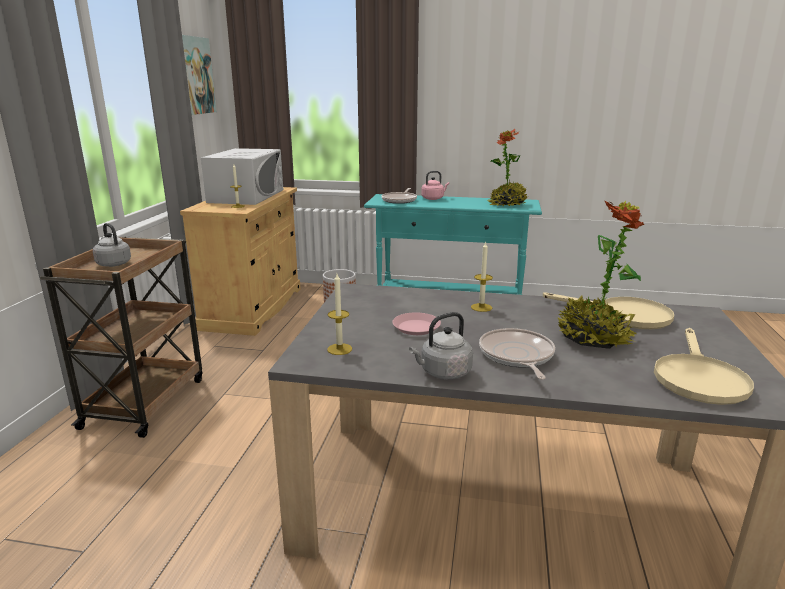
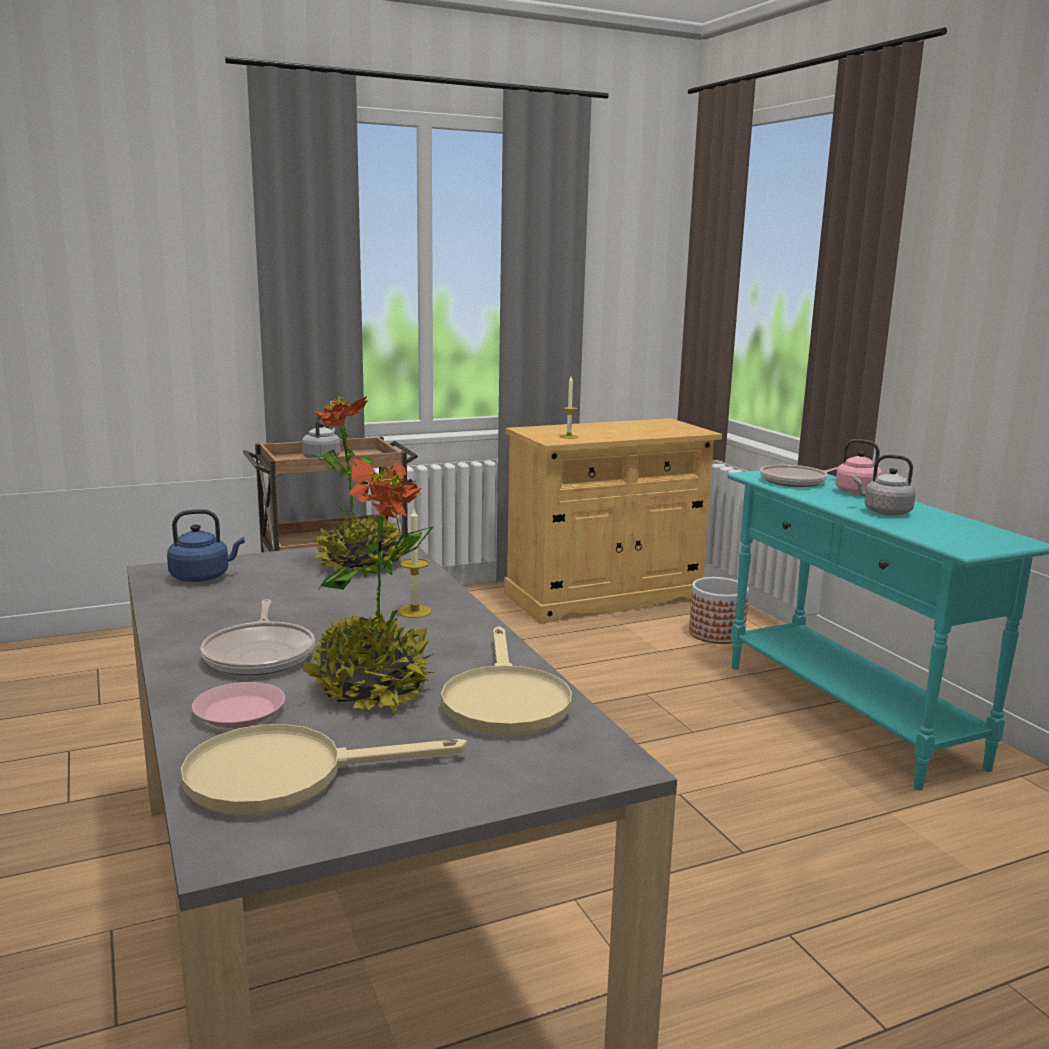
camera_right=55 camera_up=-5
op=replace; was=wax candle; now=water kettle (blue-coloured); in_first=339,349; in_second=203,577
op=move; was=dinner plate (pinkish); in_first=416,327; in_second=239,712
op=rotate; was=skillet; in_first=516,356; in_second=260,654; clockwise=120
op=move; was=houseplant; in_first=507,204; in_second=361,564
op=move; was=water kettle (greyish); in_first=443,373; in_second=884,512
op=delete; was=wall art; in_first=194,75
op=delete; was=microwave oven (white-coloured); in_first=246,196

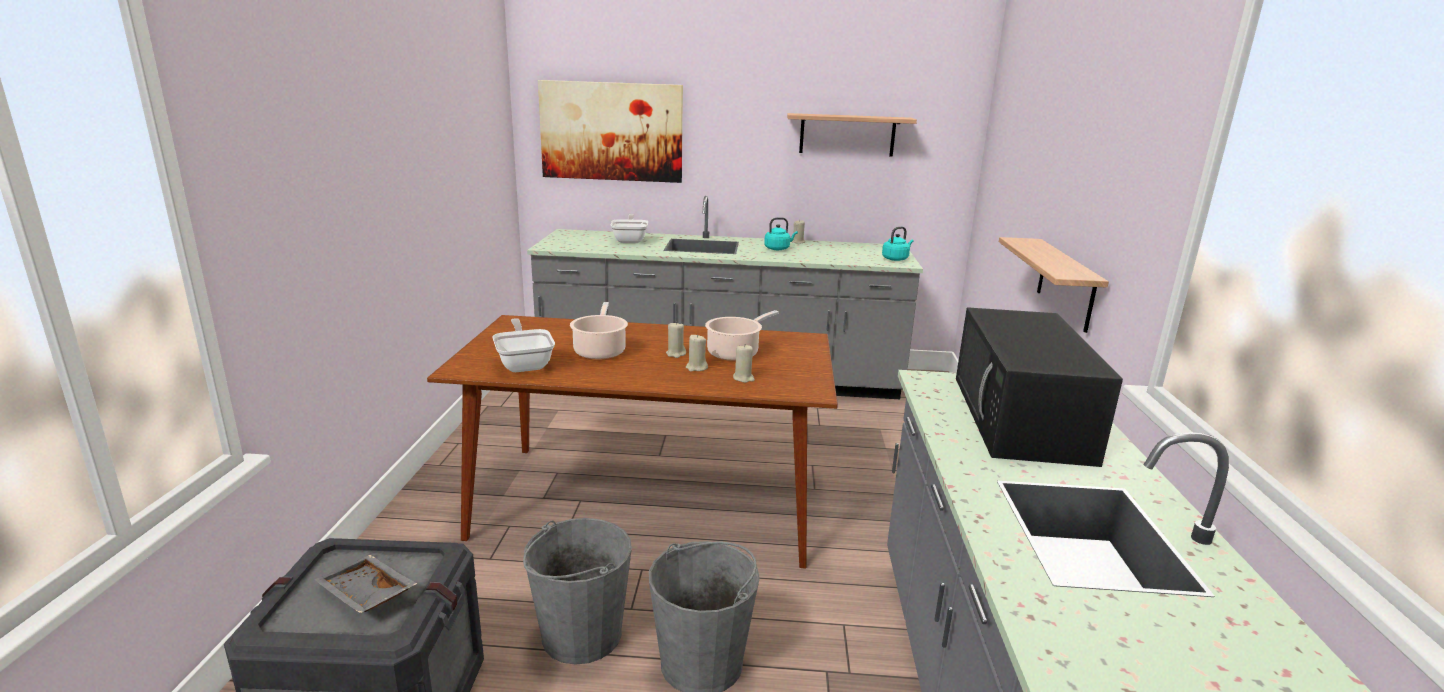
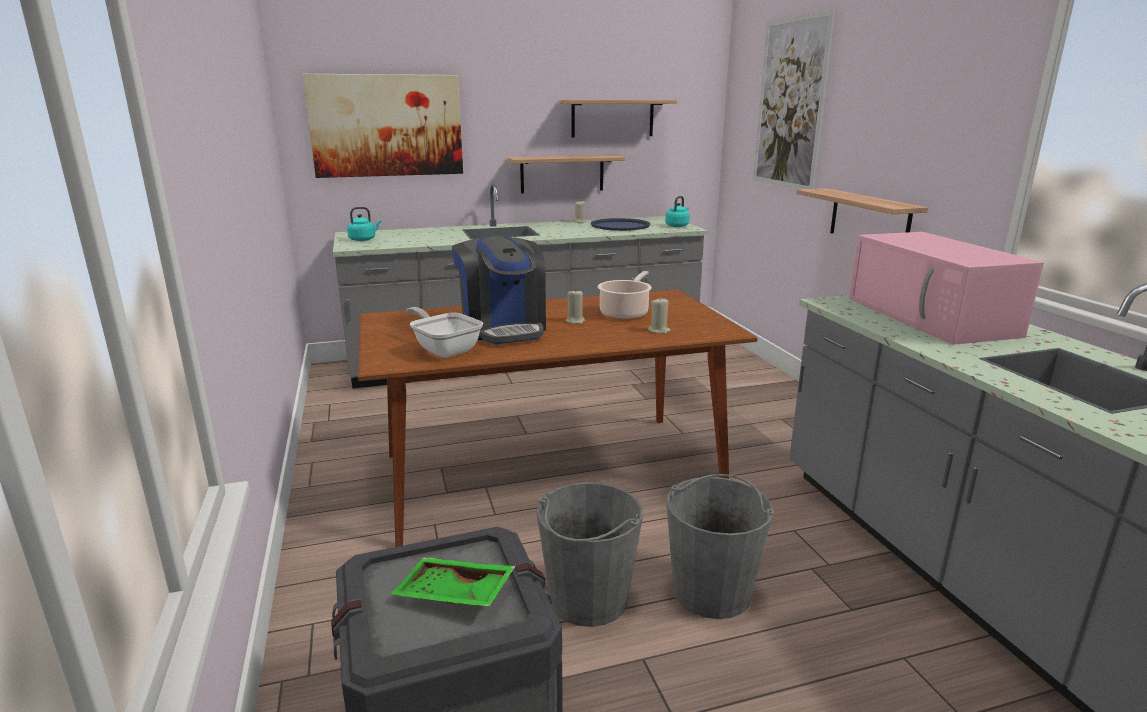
camera_right=-20 camera_up=0
op=move; was=water kettle (turquoise); in_first=778,249; in_second=363,239
op=recolor; was=carrying tray (greyish); now=carrying tray (green); in_first=365,595; in_second=453,595
op=replace; was=stockpot; now=coffee brewer; in_first=600,351; in_second=503,328
op=insert; now=bracket shelf; in_second=562,174
op=insert; now=carrying tray (blue-coloured); in_second=620,226
op=insert; now=wall art; in_second=790,104
op=recolor; was=microwave oven (blackish); now=microwave oven (pinkish); in_first=1021,418; in_second=932,317
op=delete; was=skillet; in_first=630,240
op=delete; was=wax candle (beige); in_first=696,368

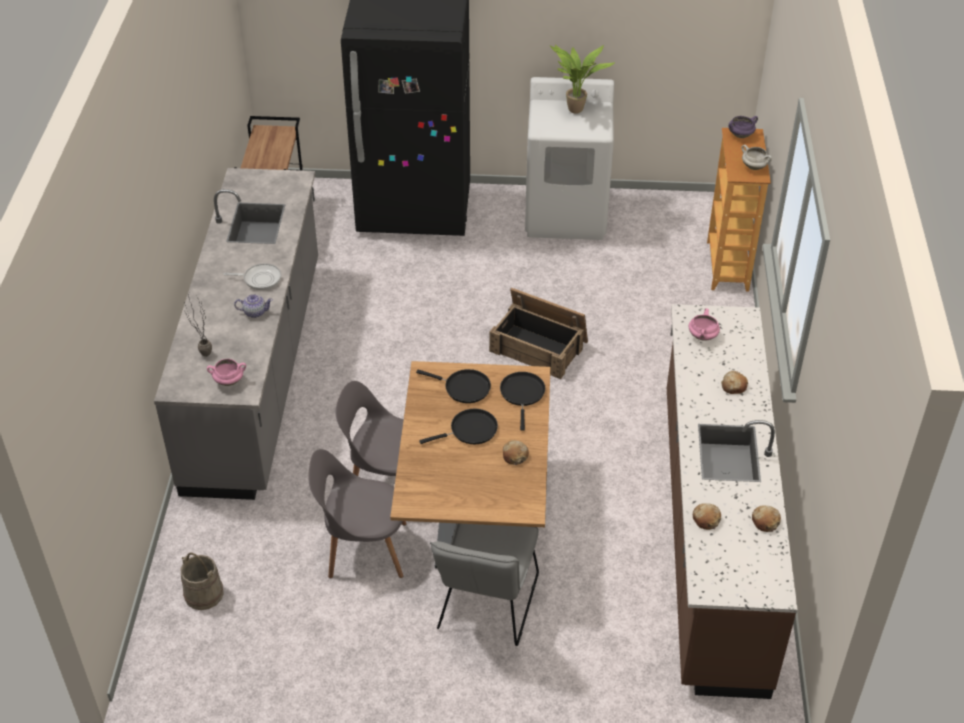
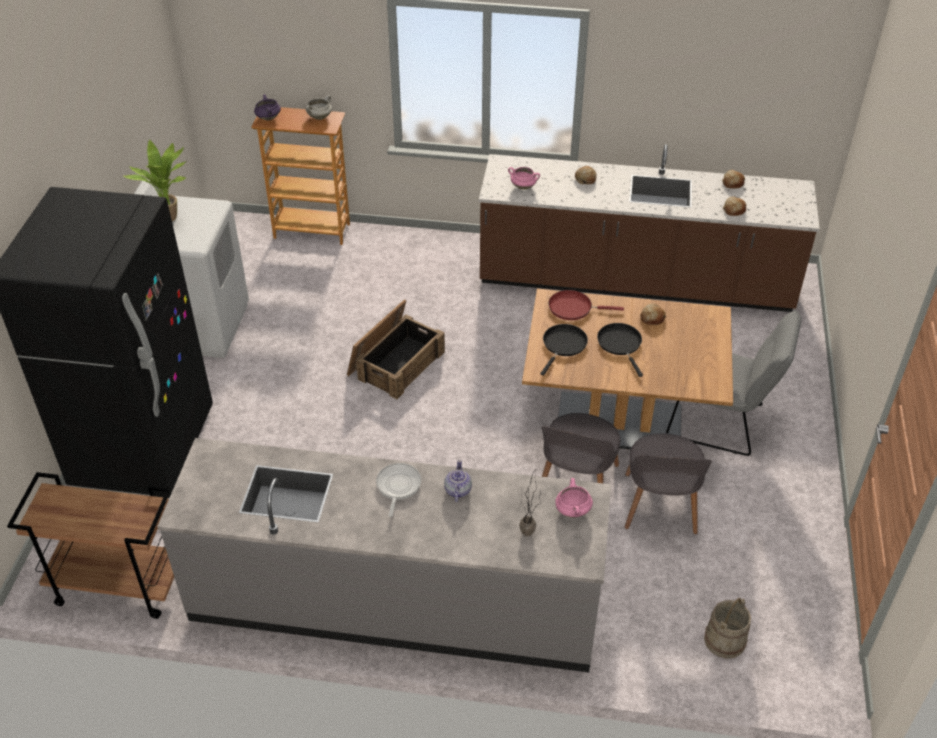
camera_right=-85 camera_up=0
op=recolor; was=skillet (blackish); now=skillet (red-coloured); in_first=522,394; in_second=573,308

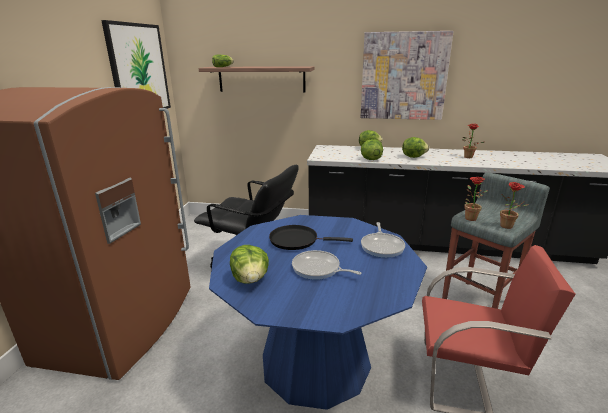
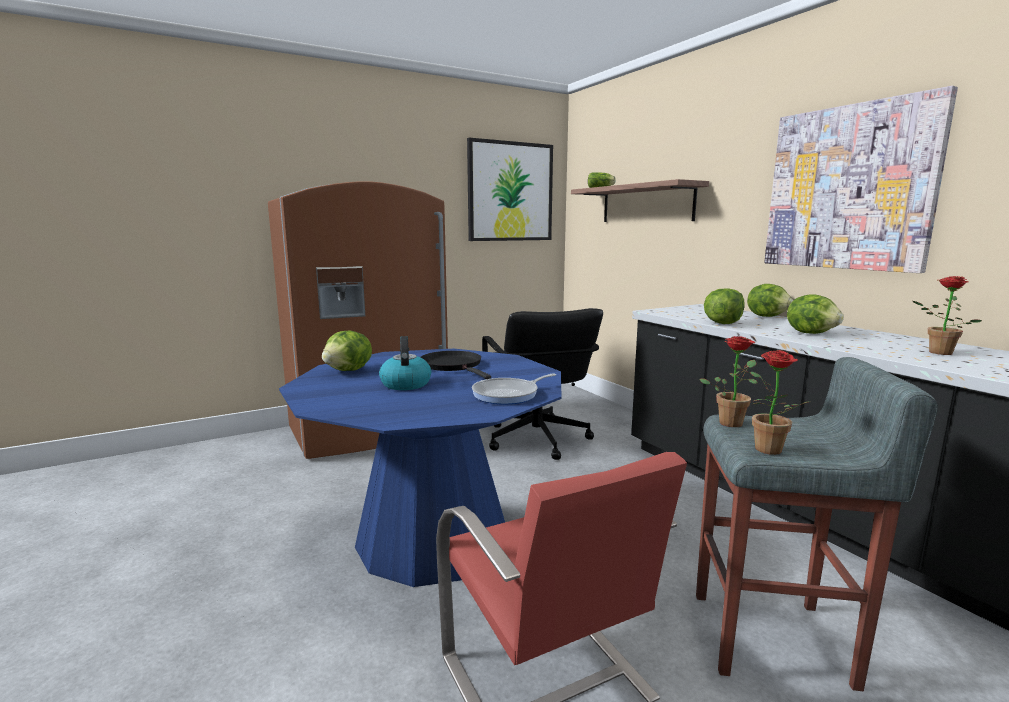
camera_right=50 camera_up=-10
op=replace; was=skillet; now=water kettle; in_first=318,269; in_second=405,384

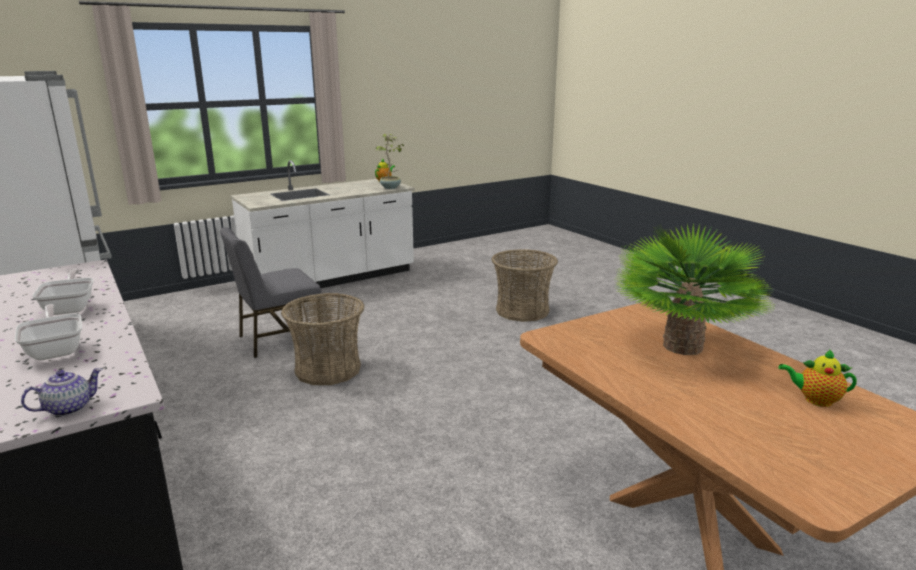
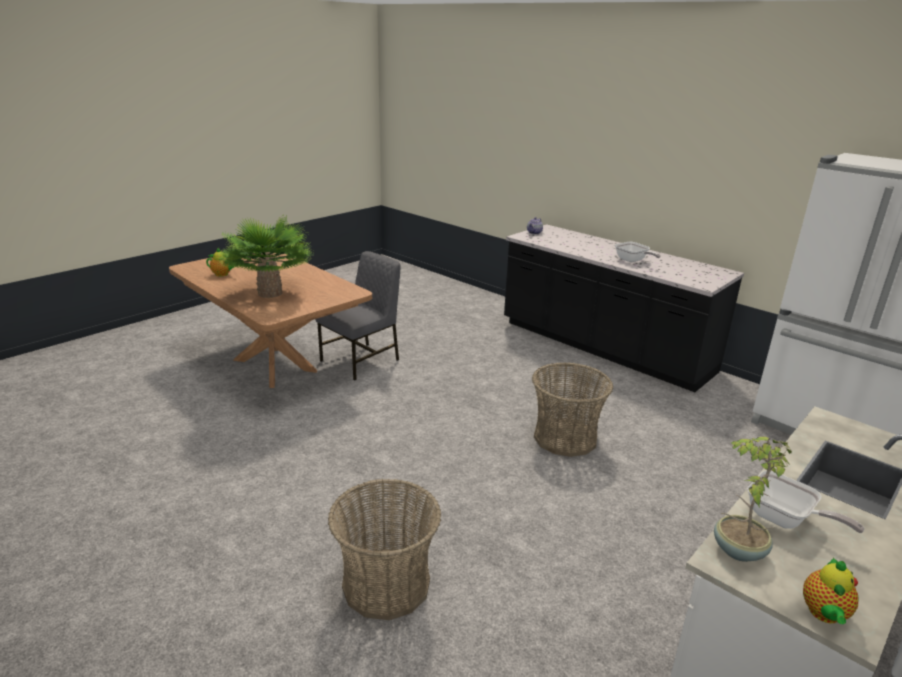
camera_right=165 camera_up=5
op=move; was=upright chair (greyish); in_first=278,339; in_second=362,360
op=move; was=skillet; in_first=56,349; in_second=784,520

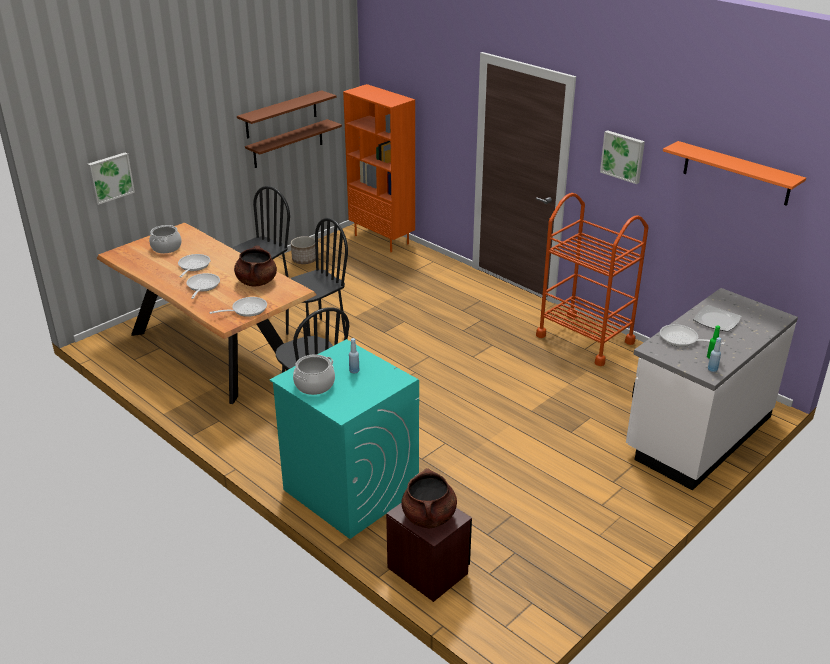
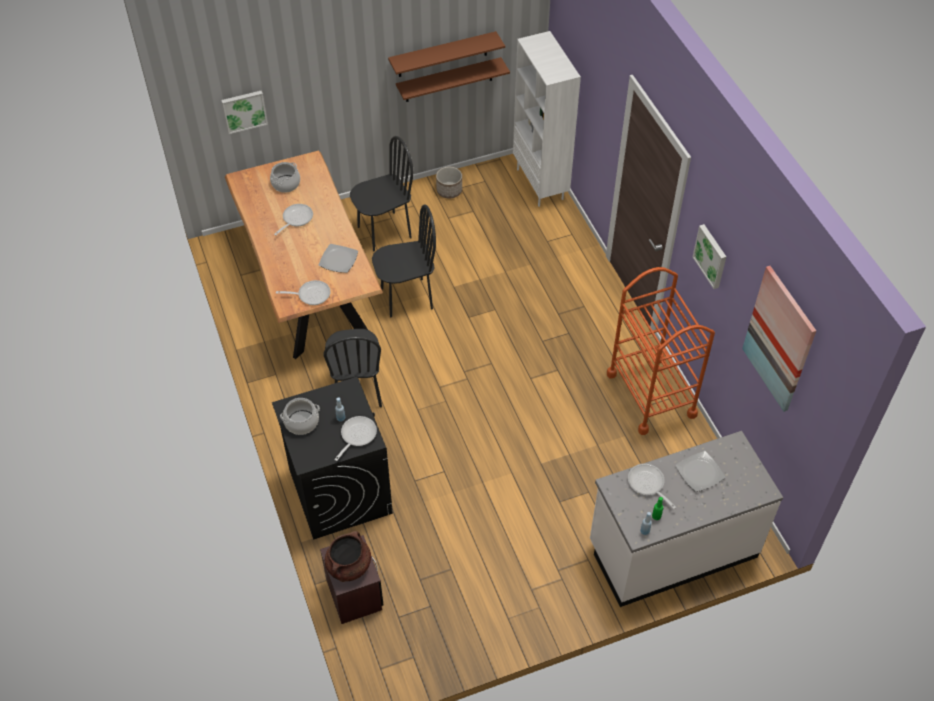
camera_right=25 camera_up=20
op=recolor; was=laundry appliance (turquoise); now=laundry appliance (blackish); in_first=350,490; in_second=339,490
op=replace; was=stockpot (brown-coloured); now=dinner plate; in_first=256,282; in_second=338,259
op=move; was=skillet; in_first=202,286; in_second=356,436
op=recolor; was=bookshelf (orange-coloured); now=bookshelf (white-coloured); in_first=382,239; in_second=541,184
op=replace; was=bracket shelf (orange-coloured); now=wall art; in_first=736,173; in_second=779,339

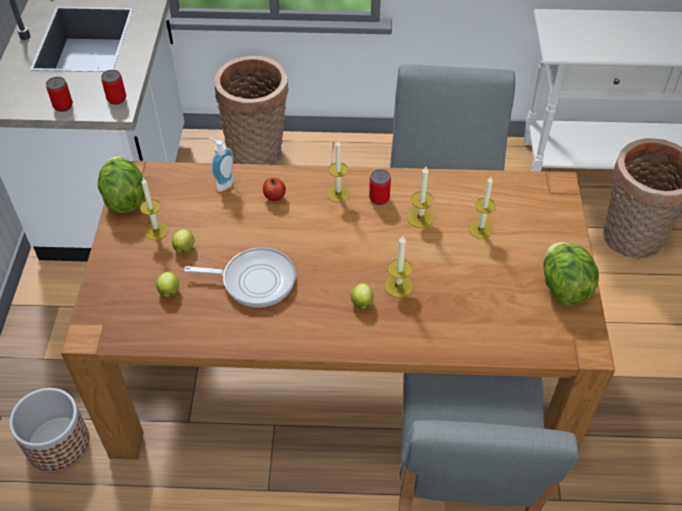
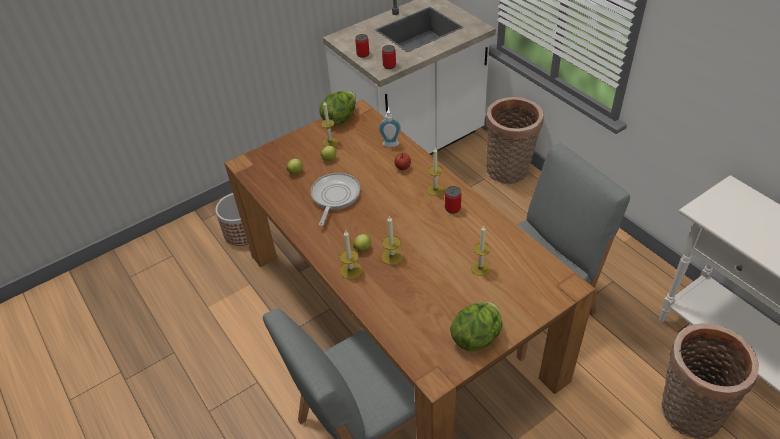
camera_right=55 camera_up=-5
op=rotate; was=skillet; in_first=254,280; in_second=334,197; clockwise=-135
op=move; was=wax candle; in_first=420,217; in_second=351,270

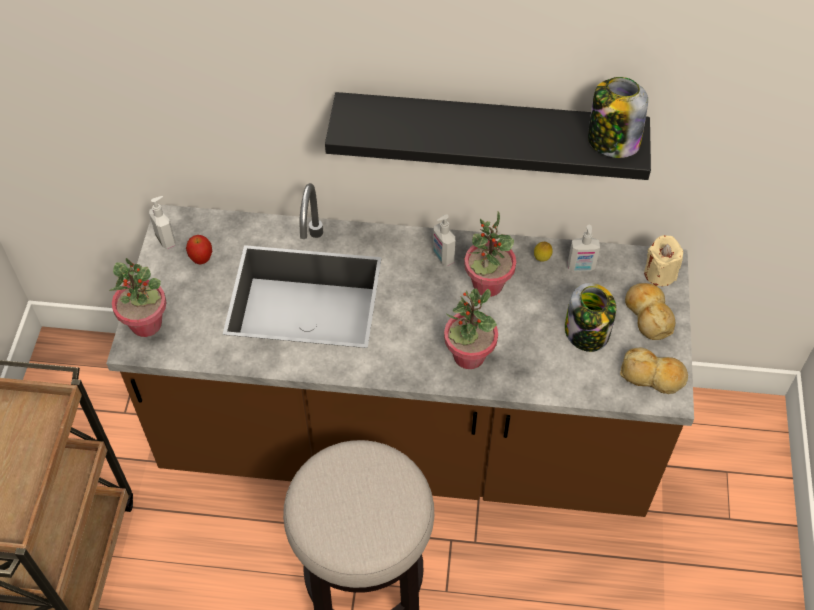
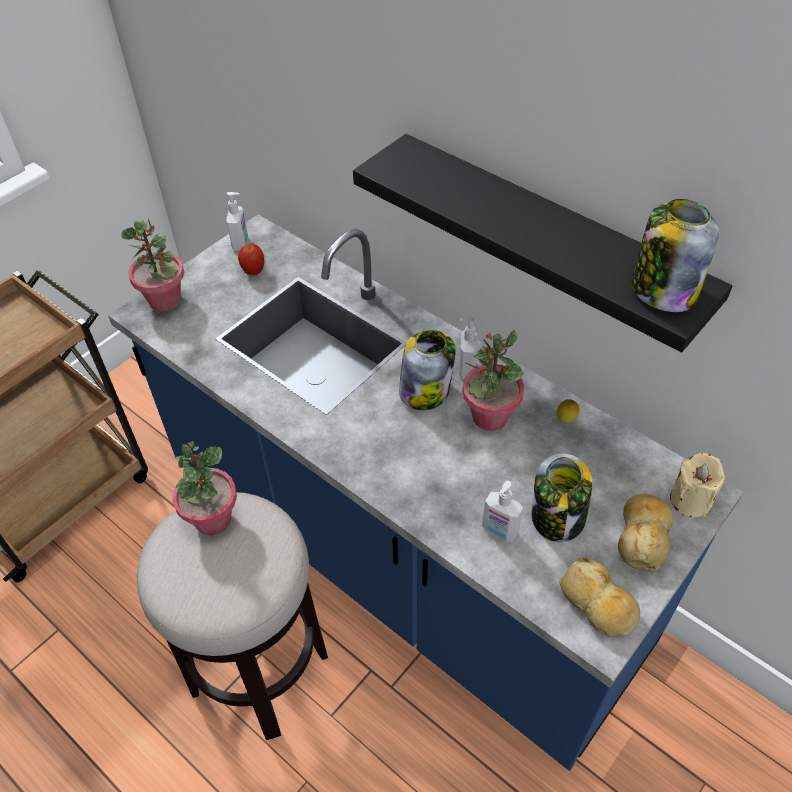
camera_right=35 camera_up=-5
op=recolor; was=kitchen base unit (brown-coloured); now=kitchen base unit (blue-coloured); in_first=407,439; in_second=399,554
op=move; was=houseplant; in_first=468,356; in_second=212,519
op=insert; now=storage jar; in_second=425,391
op=move; was=soap dispenser; in_first=581,267; in_second=499,531

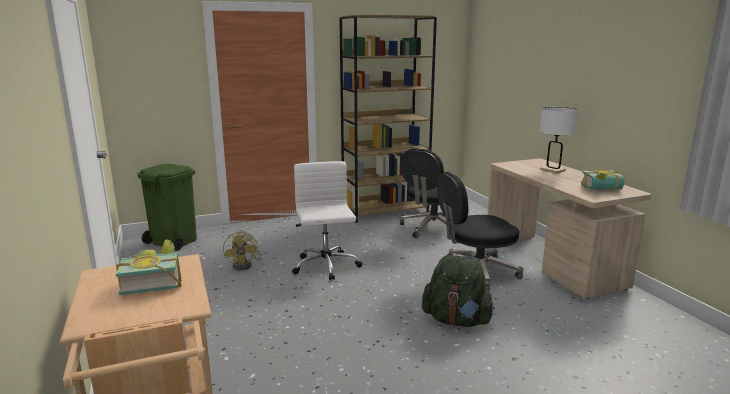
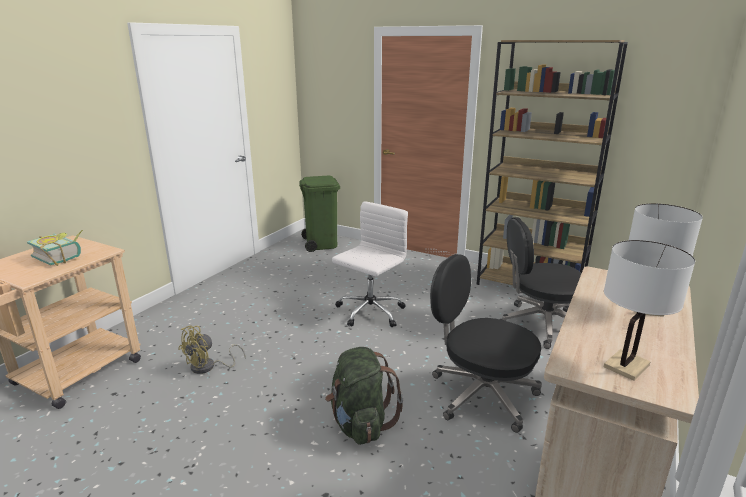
camera_right=50 camera_up=5
op=move; was=cooling fan (yellow); in_first=245,265; in_second=208,367
op=replace; was=book; now=table lamp (white-coloured); in_first=602,189; in_second=626,365

